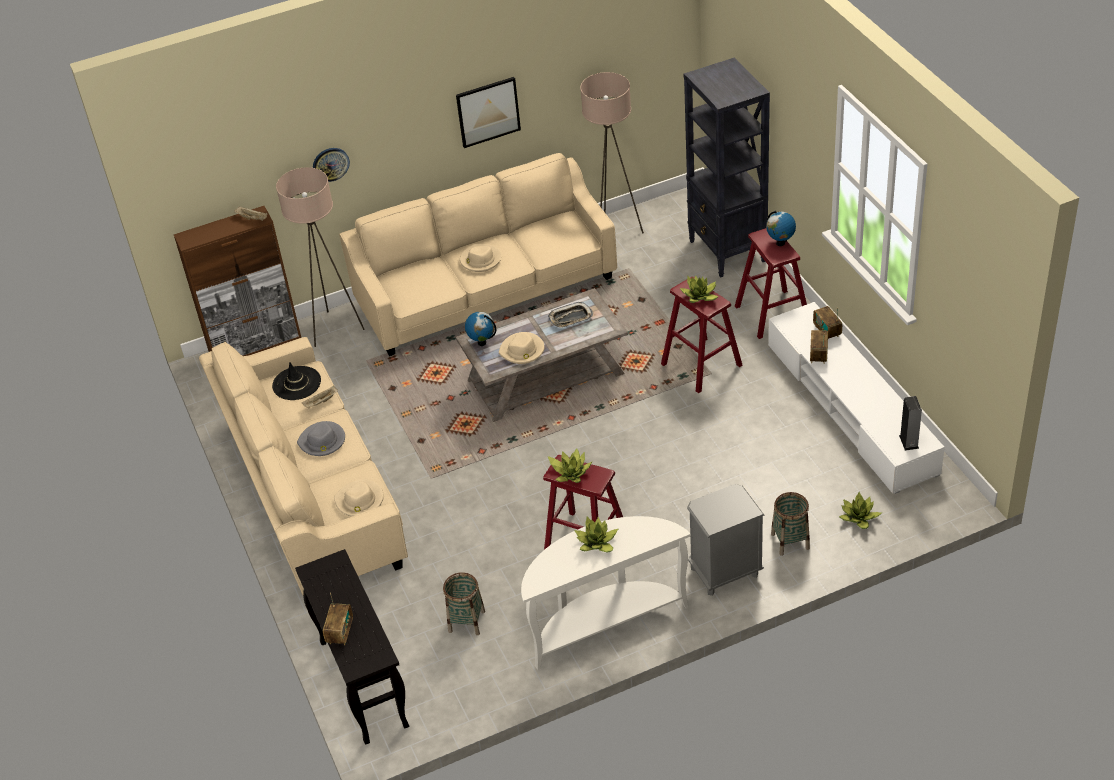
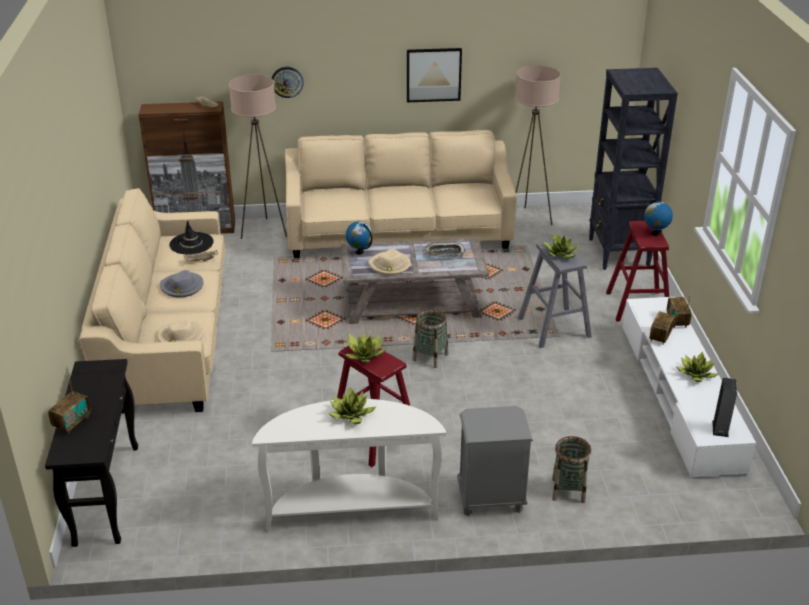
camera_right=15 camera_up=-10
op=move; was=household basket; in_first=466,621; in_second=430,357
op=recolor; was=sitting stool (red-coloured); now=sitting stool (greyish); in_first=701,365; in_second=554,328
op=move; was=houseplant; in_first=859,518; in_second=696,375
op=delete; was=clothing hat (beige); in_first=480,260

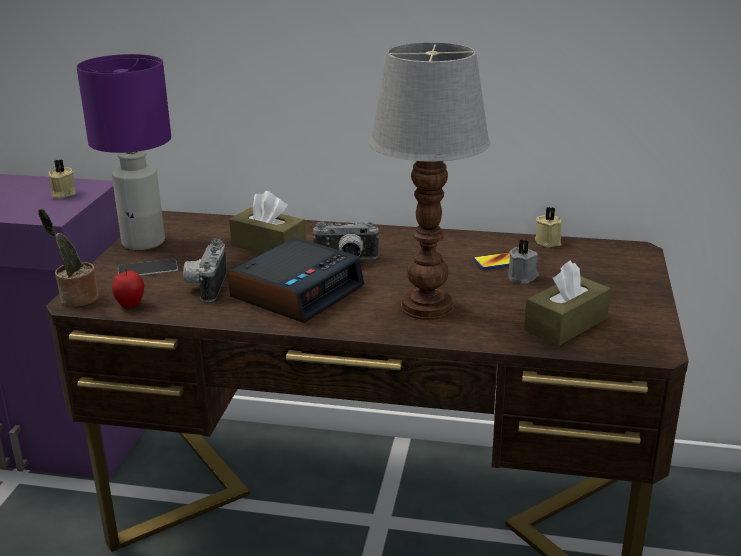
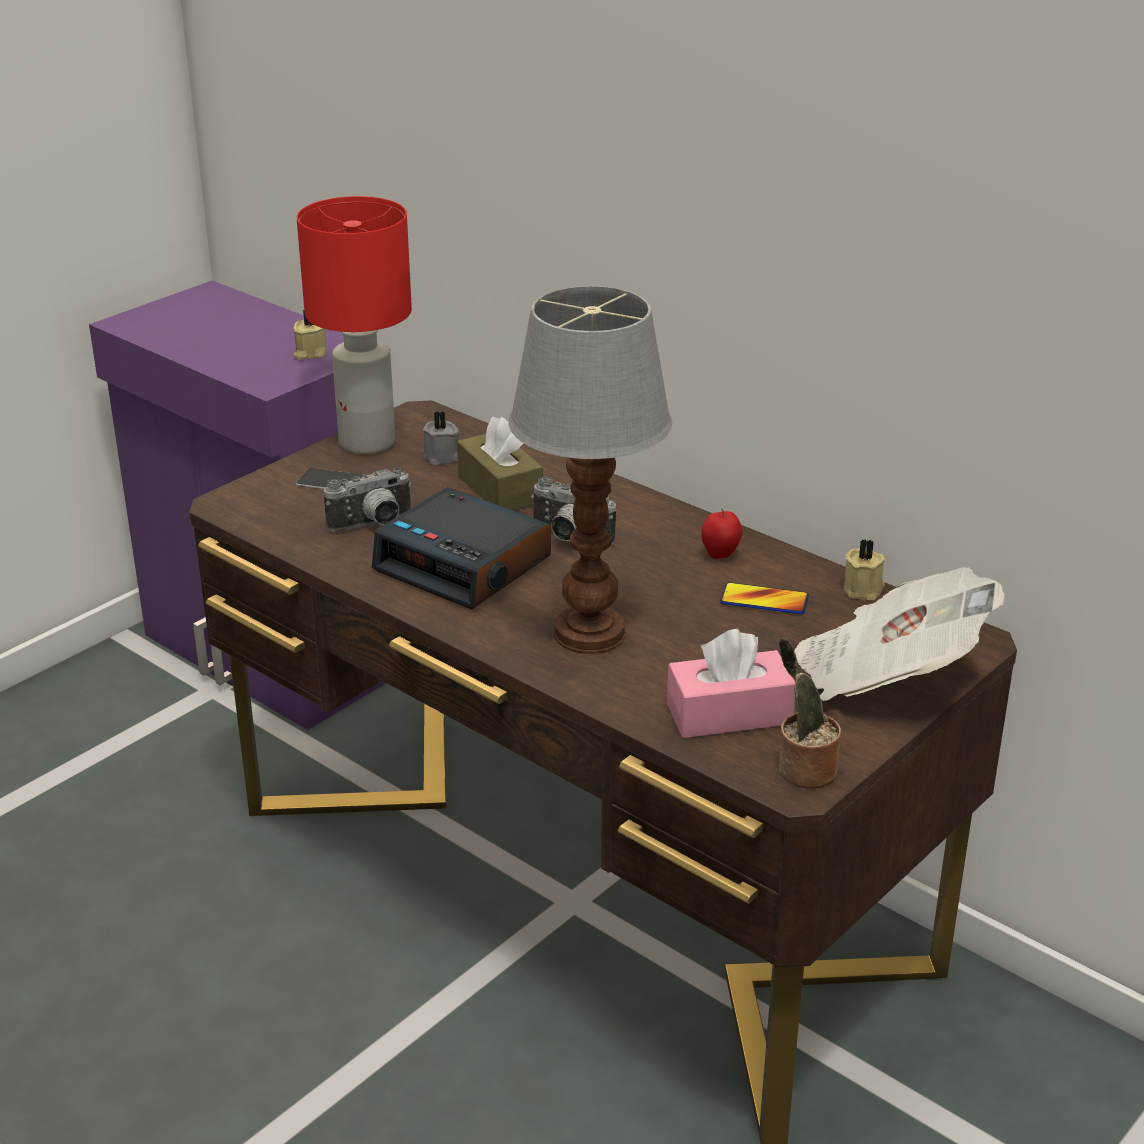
camera_right=30 camera_up=5
op=recolor; was=table lamp (purple); now=table lamp (red-coloured); in_first=144,242; in_second=367,443
op=rotate; was=photo camera; in_first=205,286; in_second=373,525; clockwise=-150
op=rotate; was=table clock; in_first=297,292; in_second=465,564; clockwise=60
op=move; was=wax candle (greyish); in_first=523,277; in_second=443,457
op=recolor; was=box of tissues (brown-coloured); now=box of tissues (pinkish); in_first=566,324; in_second=729,714
op=move; was=whole apple; in_first=131,305; in_second=720,555
op=move; was=houseplant; in_first=76,299; in_second=802,770
op=insert; now=daily paper; in_second=887,676

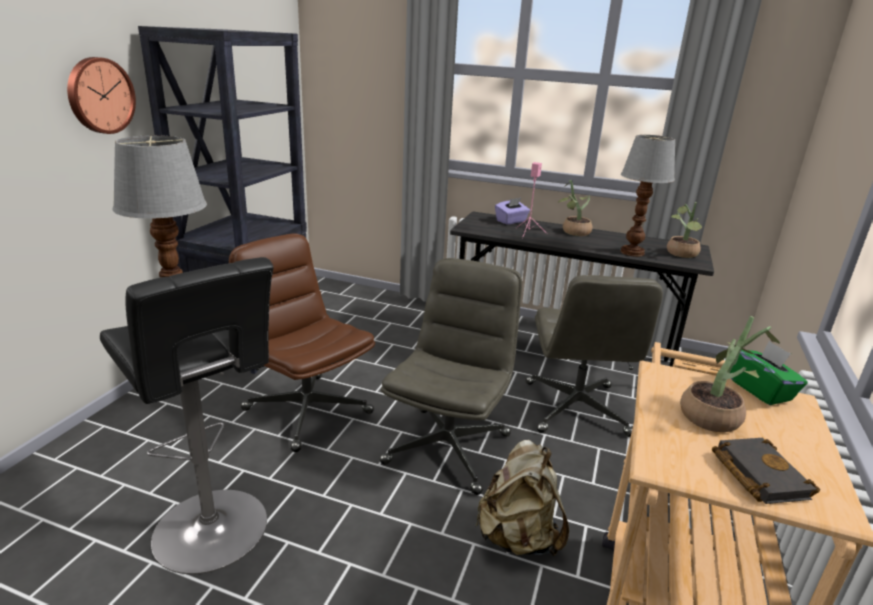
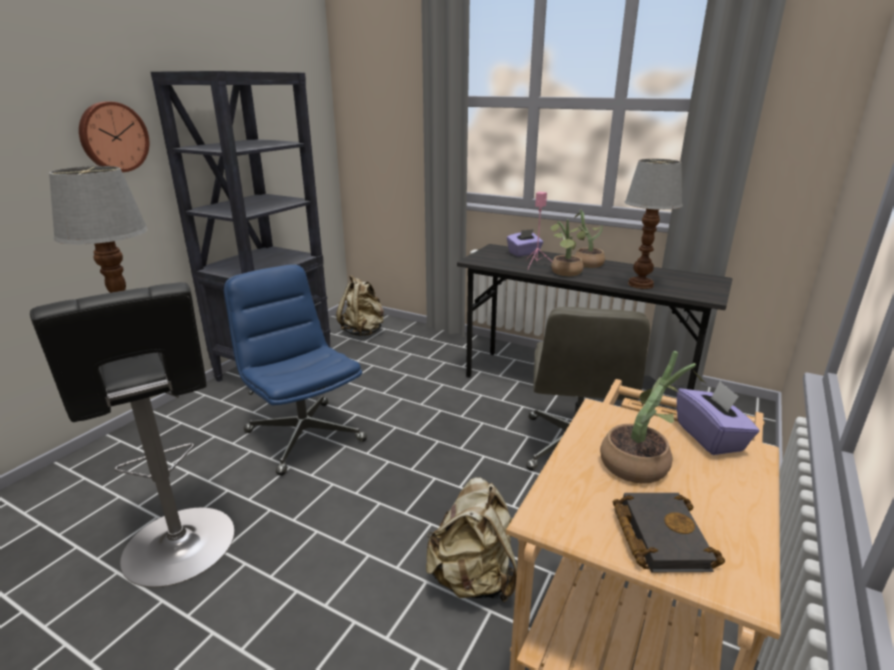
camera_right=10 camera_up=0
op=recolor; was=desk chair (brown-coloured); now=desk chair (blue-coloured); in_first=306,410; in_second=304,436
op=insert; now=rucksack (beige); in_second=363,331
op=move; was=houseplant; in_first=681,254; in_second=564,273
op=recolor; was=box of tissues (green); now=box of tissues (purple); in_first=760,390; in_second=710,437
op=delete; was=desk chair (greyish); in_first=448,447

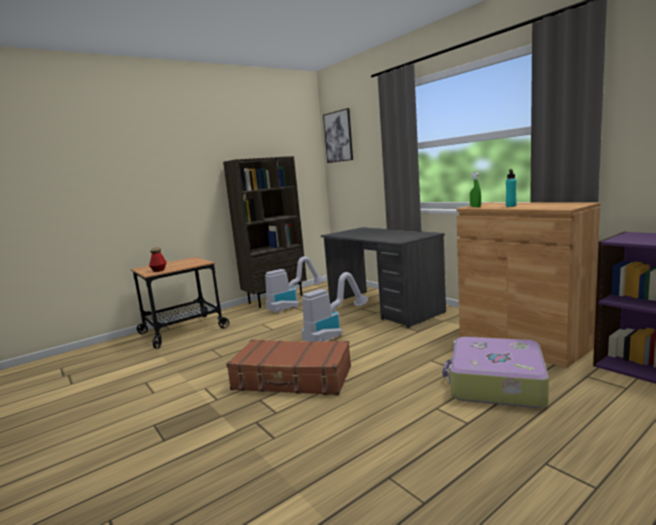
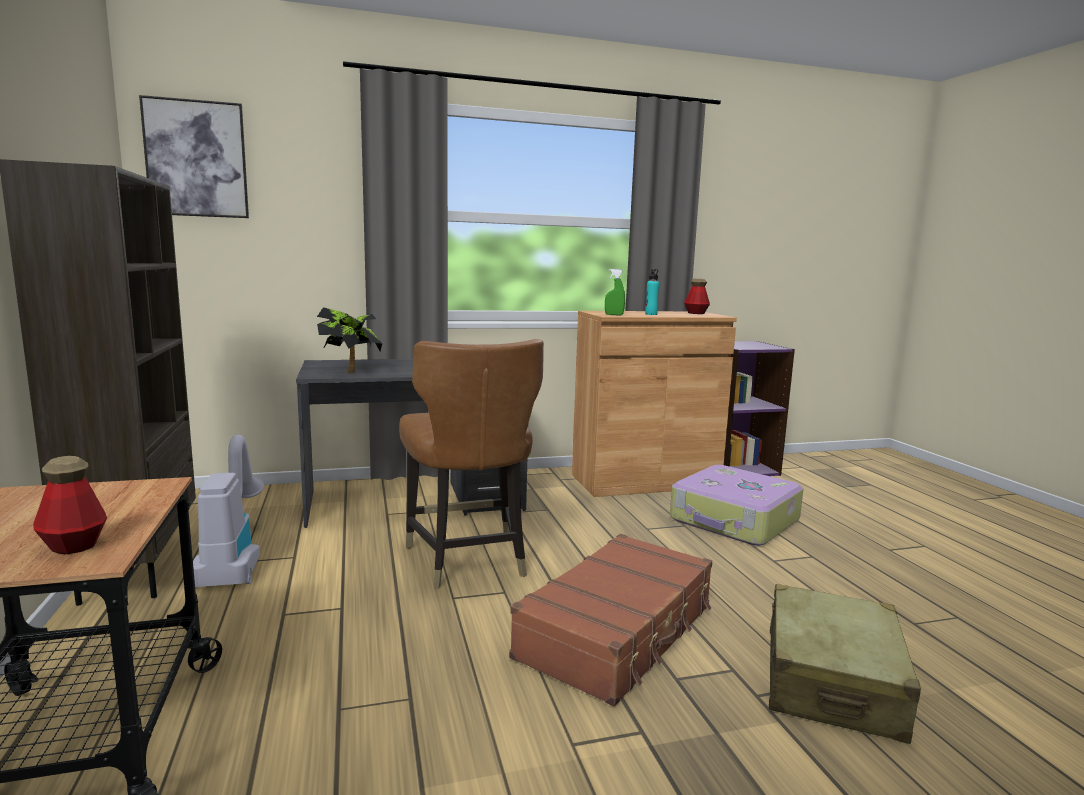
camera_right=-70 camera_up=0
op=insert; now=houseplant; in_second=351,371
op=replace; was=vacuum cleaner; now=upright chair (brown-coloured); in_first=333,334; in_second=468,559
op=insert; now=beverage bottle; in_second=696,313
op=insert; now=piece of luggage (beige); in_second=831,682

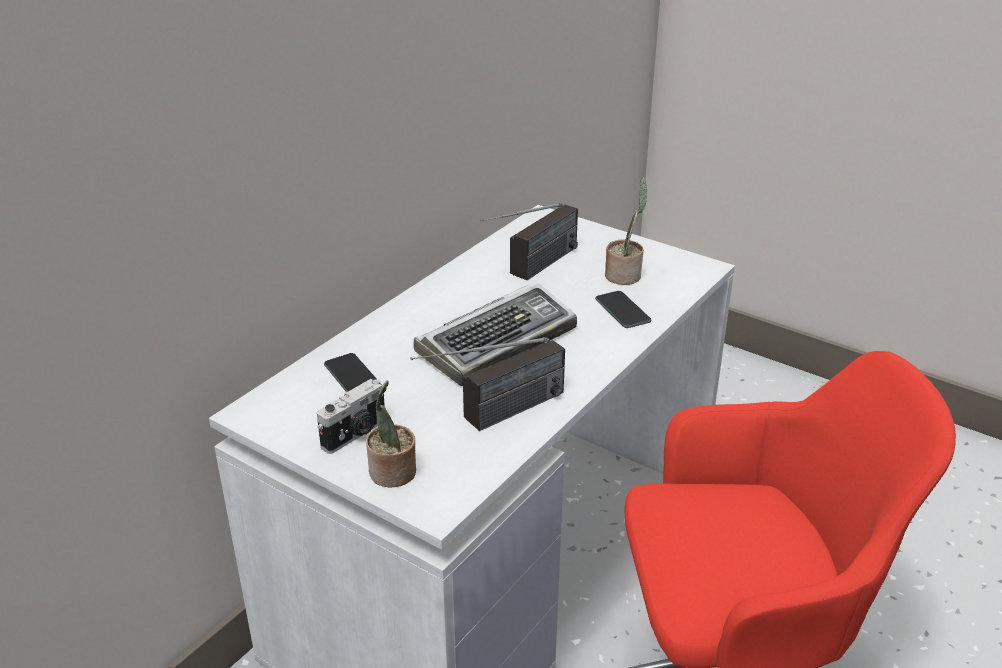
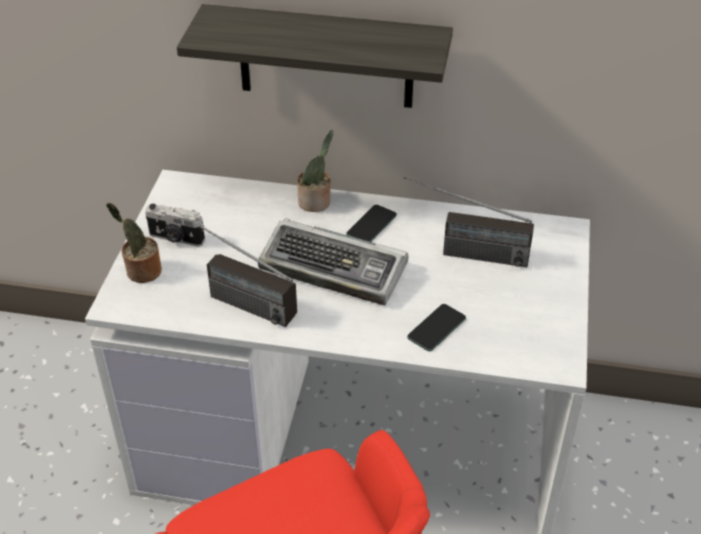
camera_right=65 camera_up=10
op=insert; now=bracket shelf; in_second=326,57
op=move; was=houseplant; in_first=624,275; in_second=316,202
op=move; was=handset; in_first=352,376; in_second=371,225

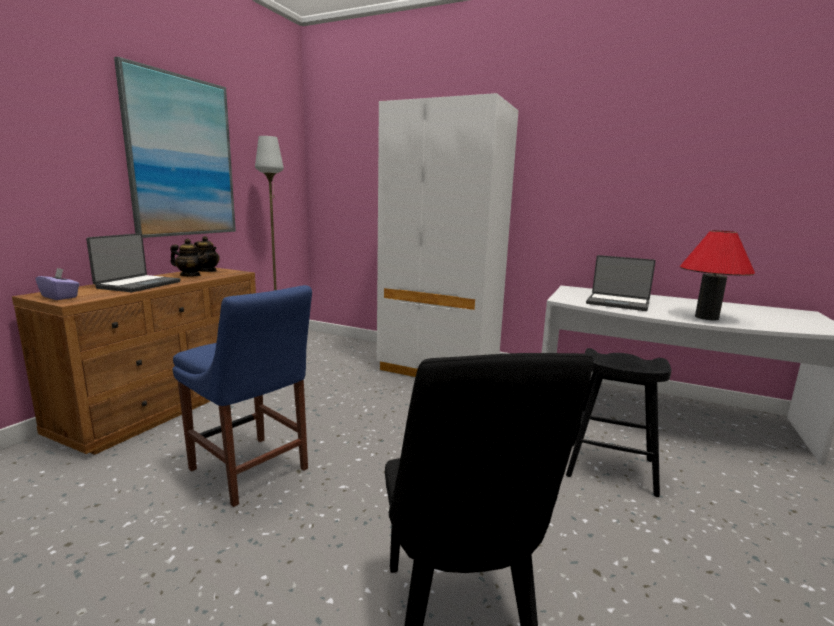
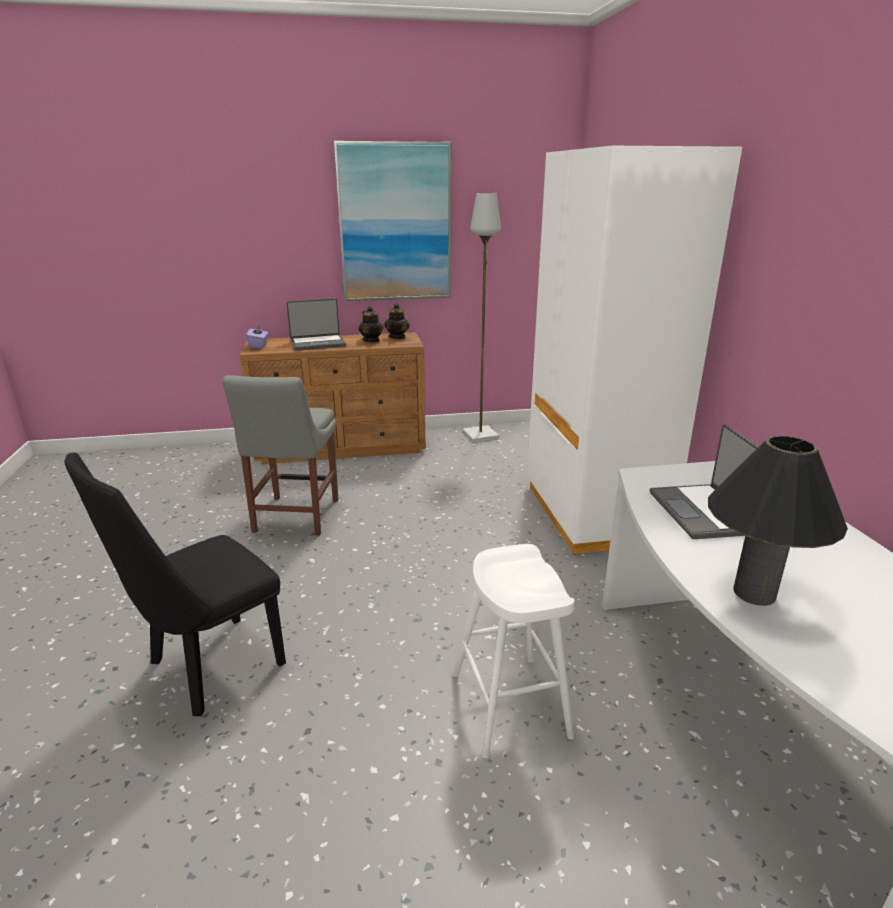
camera_right=55 camera_up=10
op=recolor; was=upright chair (blue-coloured); now=upright chair (greyish); in_first=251,471; in_second=294,518
op=recolor; was=sitting stool (blackish); now=sitting stool (white-coloured); in_first=610,468; in_second=510,704
op=recolor; was=table lamp (red-coloured); now=table lamp (blackish); in_first=706,317; in_second=754,593

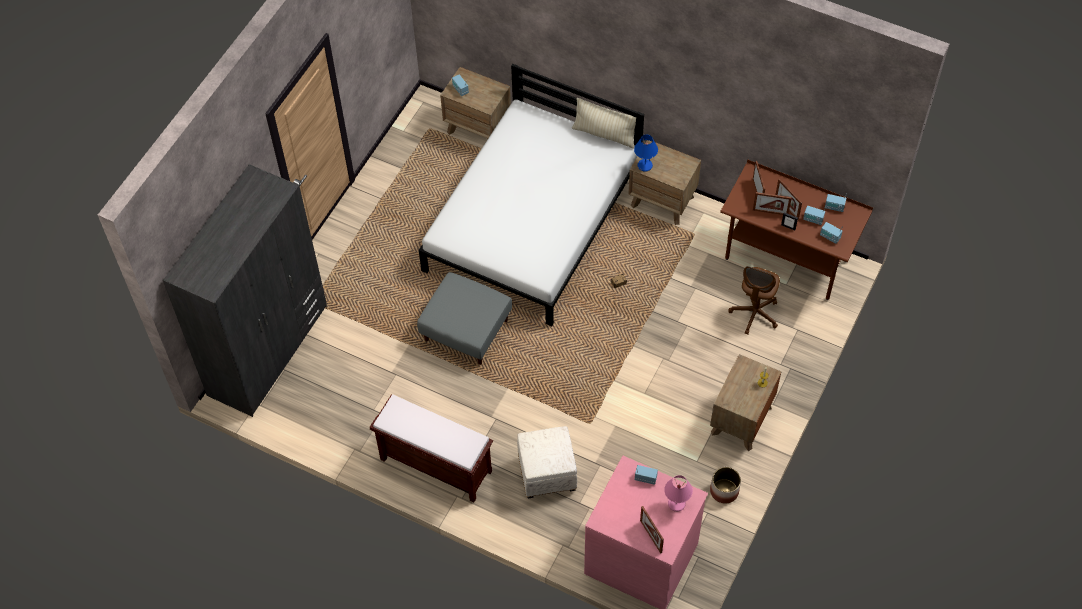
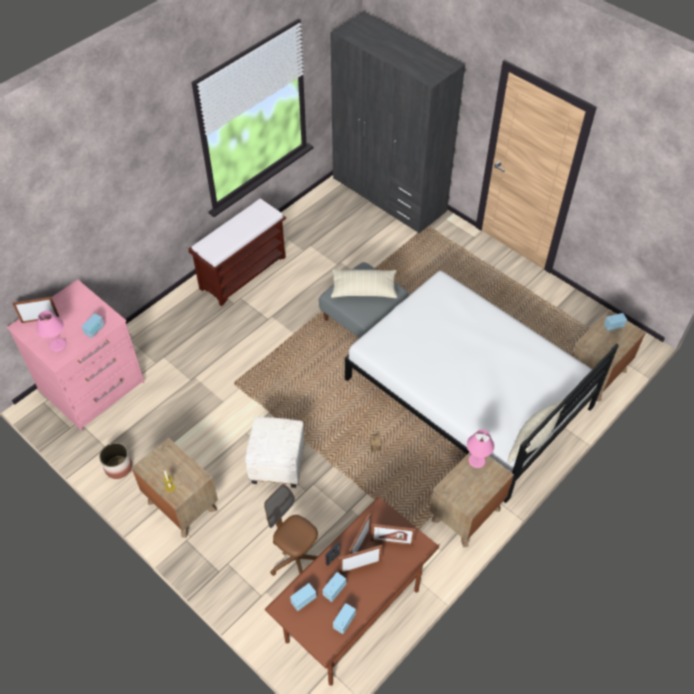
camera_right=105 camera_up=-5
op=move; was=pouffe (white-coloured); in_first=546,475; in_second=277,464
op=insert; now=pillow (beige); in_second=364,290
op=recolor; was=table lamp (blue-coloured); now=table lamp (pinkish); in_first=644,165; in_second=476,460

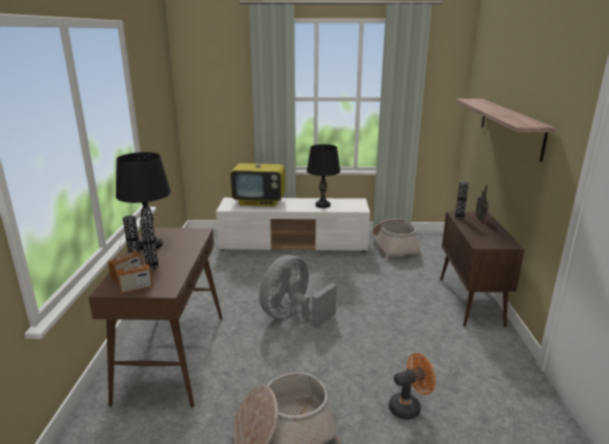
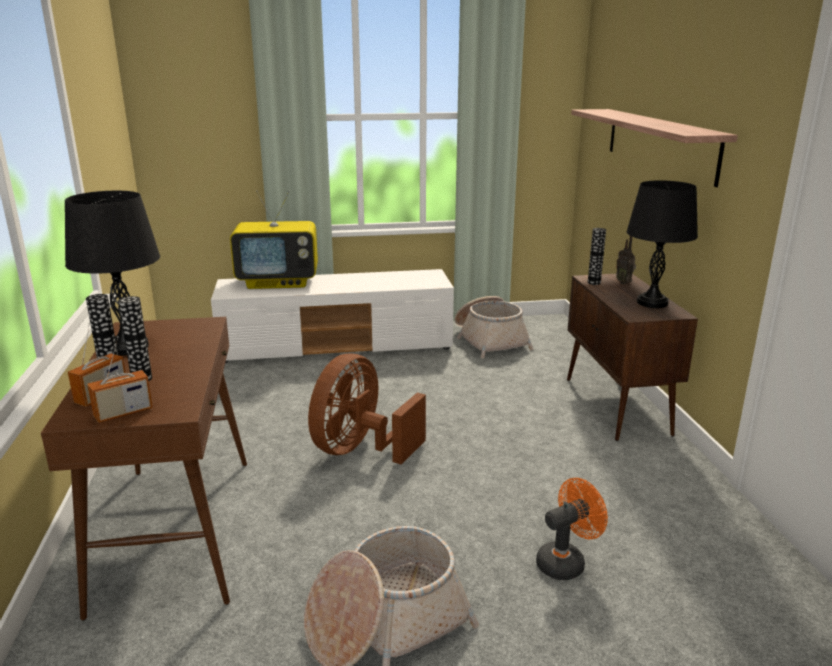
camera_right=-10 camera_up=0
op=recolor; was=cooling fan (greyish); now=cooling fan (brown-coloured); in_first=293,316; in_second=360,450
op=move; was=table lamp (blackish); in_first=322,205; in_second=652,303

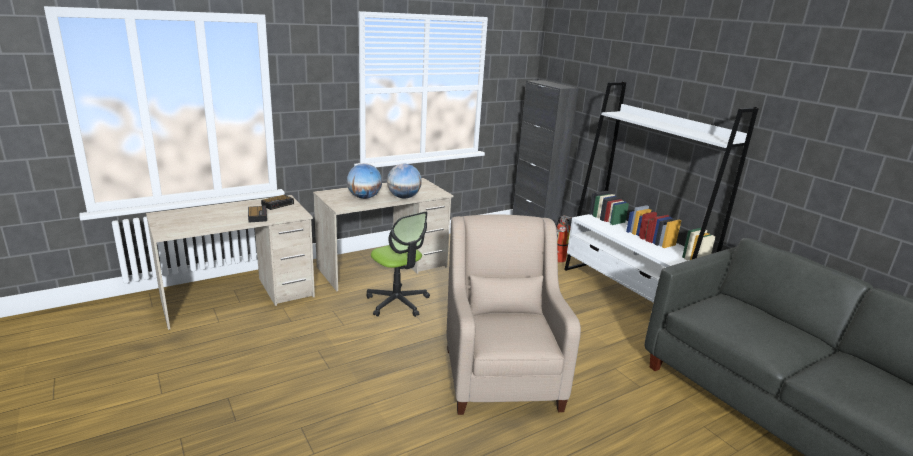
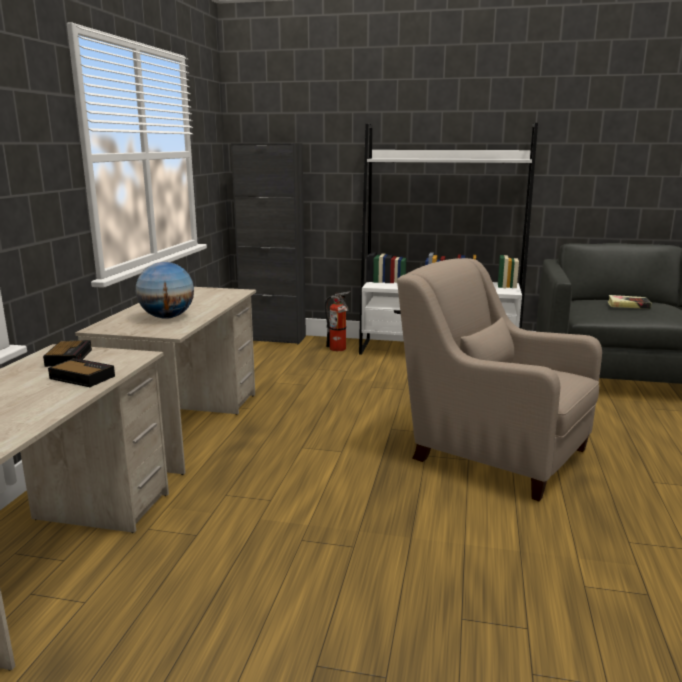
camera_right=-45 camera_up=-5
op=insert; now=book; in_second=628,305
op=delete; was=desk chair; in_first=397,302
op=delete; was=globe; in_first=404,197

